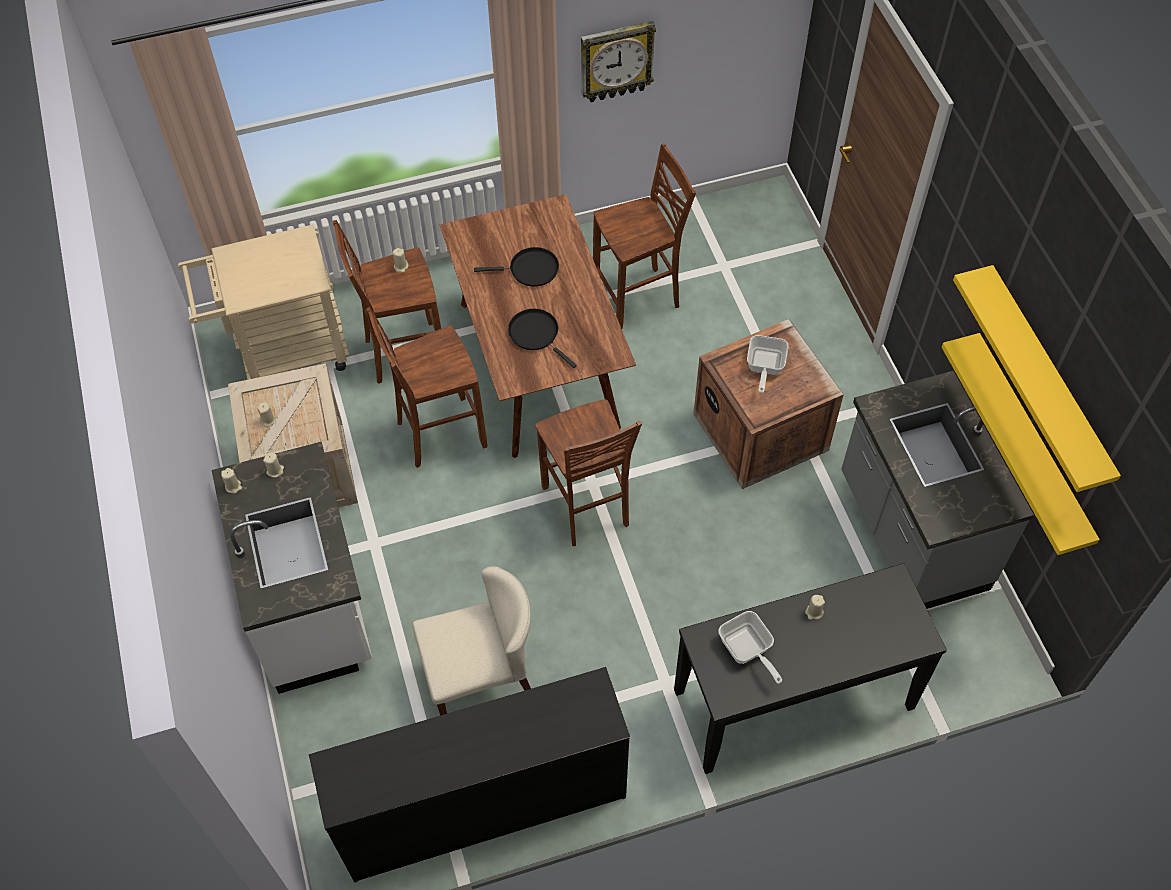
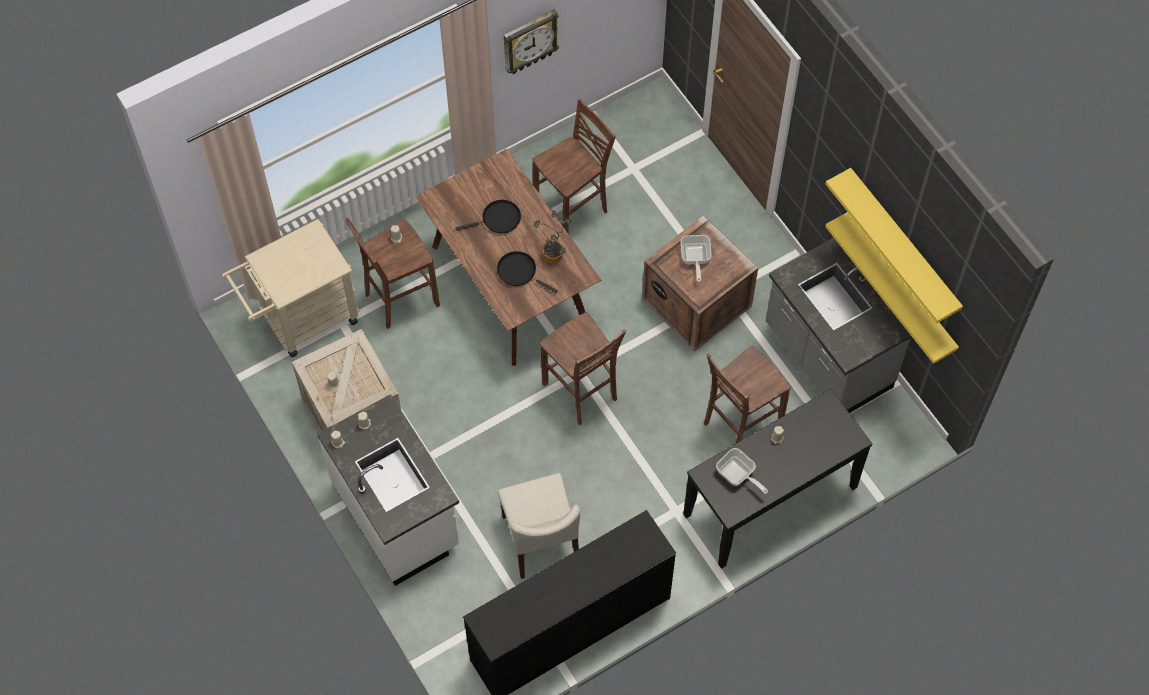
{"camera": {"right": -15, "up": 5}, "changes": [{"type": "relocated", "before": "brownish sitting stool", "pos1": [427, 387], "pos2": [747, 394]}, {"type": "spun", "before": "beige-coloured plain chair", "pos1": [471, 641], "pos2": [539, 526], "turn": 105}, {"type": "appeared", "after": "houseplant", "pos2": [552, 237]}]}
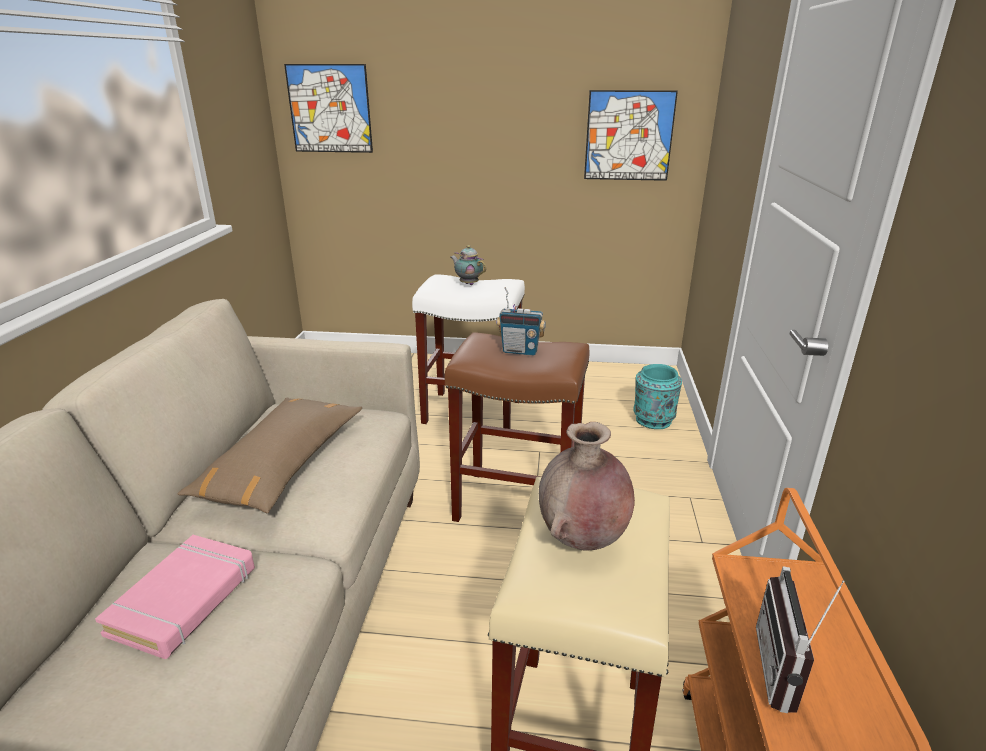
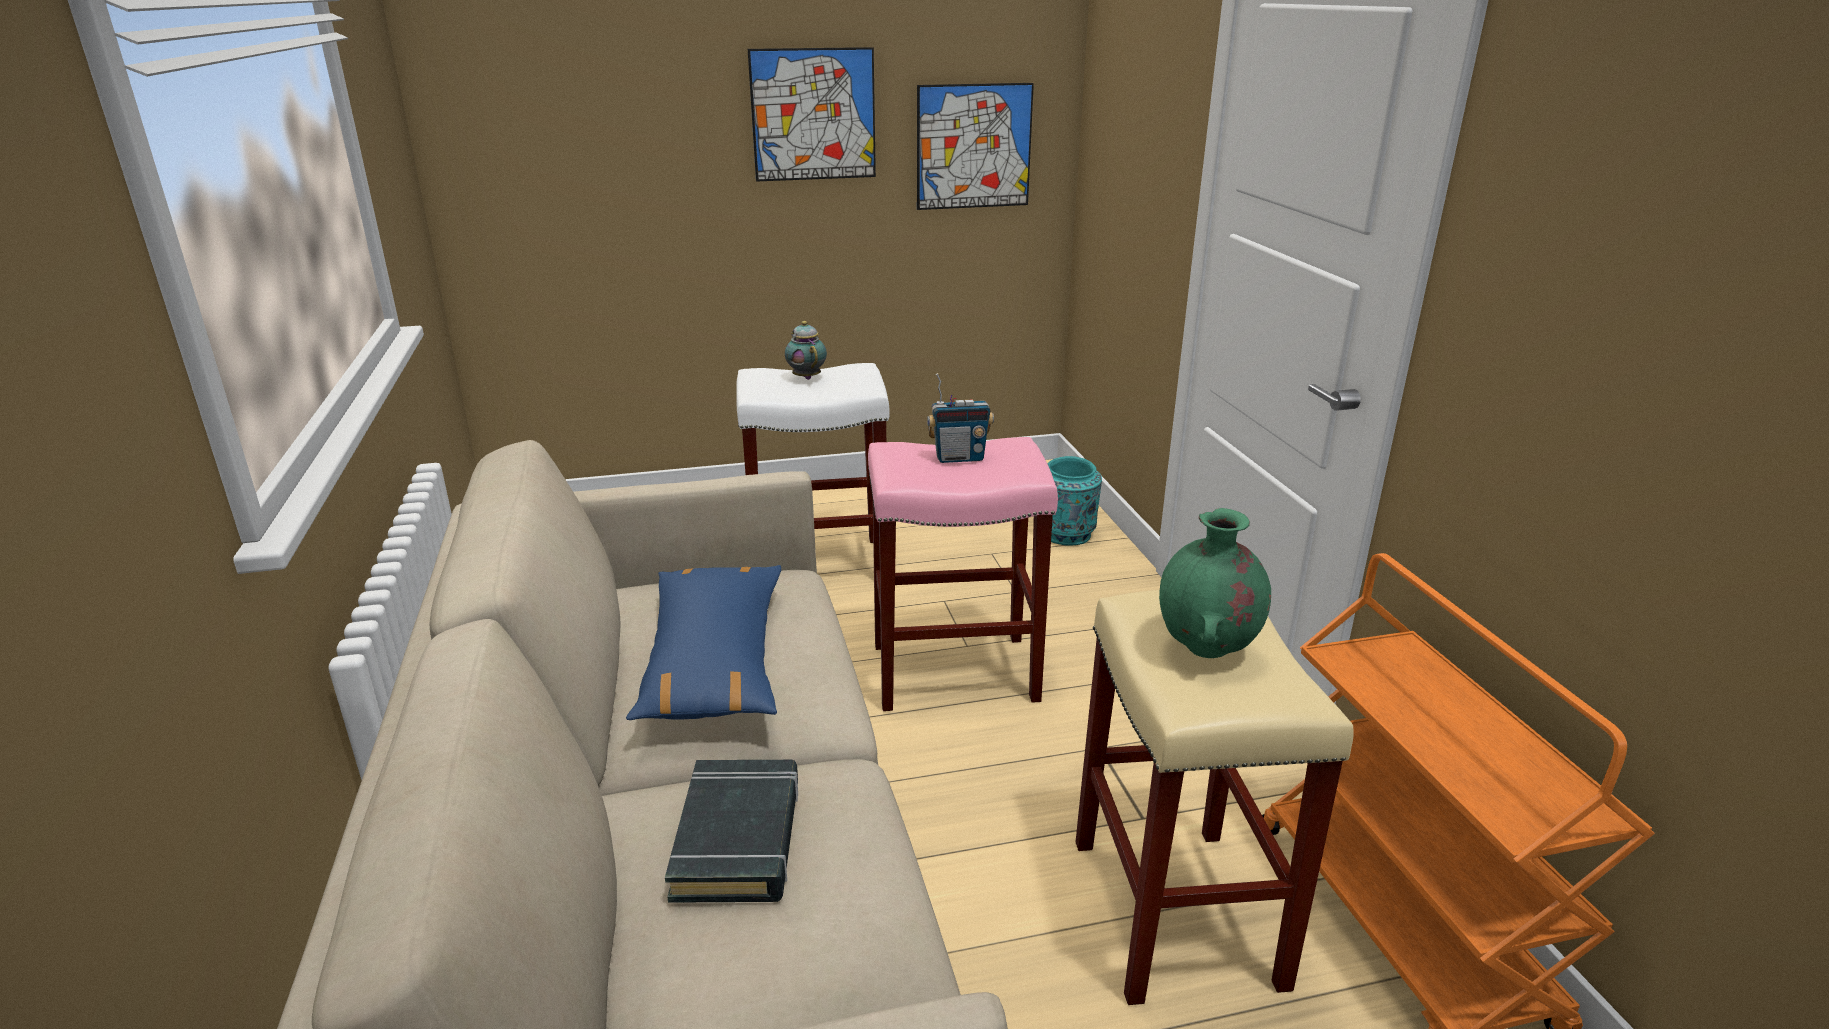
{"camera": {"right": -20, "up": 0}, "changes": [{"type": "colour", "before": "pink-coloured book", "after": "black-coloured book", "pos1": [175, 597], "pos2": [731, 831]}, {"type": "colour", "before": "brownish cushion", "after": "blue cushion", "pos1": [269, 455], "pos2": [703, 642]}, {"type": "relocated", "before": "wall art", "pos1": [328, 108], "pos2": [812, 114]}, {"type": "colour", "before": "brownish sitting stool", "after": "pink-coloured sitting stool", "pos1": [517, 427], "pos2": [963, 574]}, {"type": "spun", "before": "tea pot", "pos1": [468, 265], "pos2": [806, 350], "turn": 45}, {"type": "colour", "before": "brownish flower vase", "after": "green flower vase", "pos1": [587, 486], "pos2": [1215, 583]}, {"type": "missing", "before": "radio set", "pos1": [800, 640]}]}
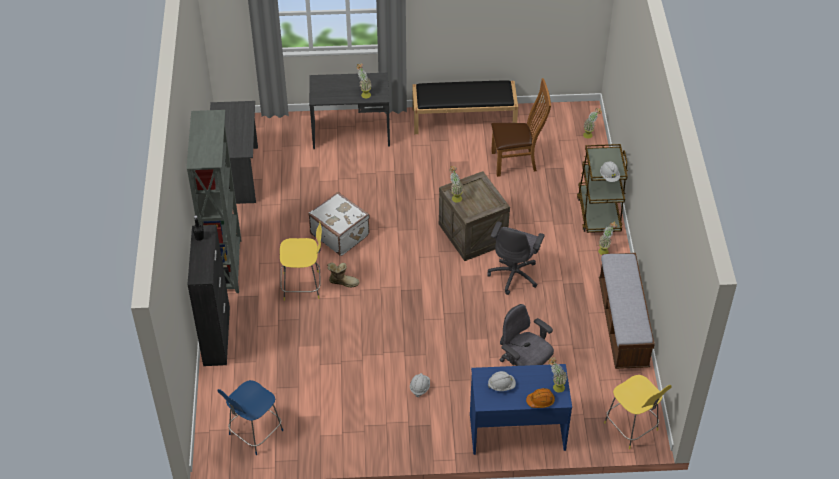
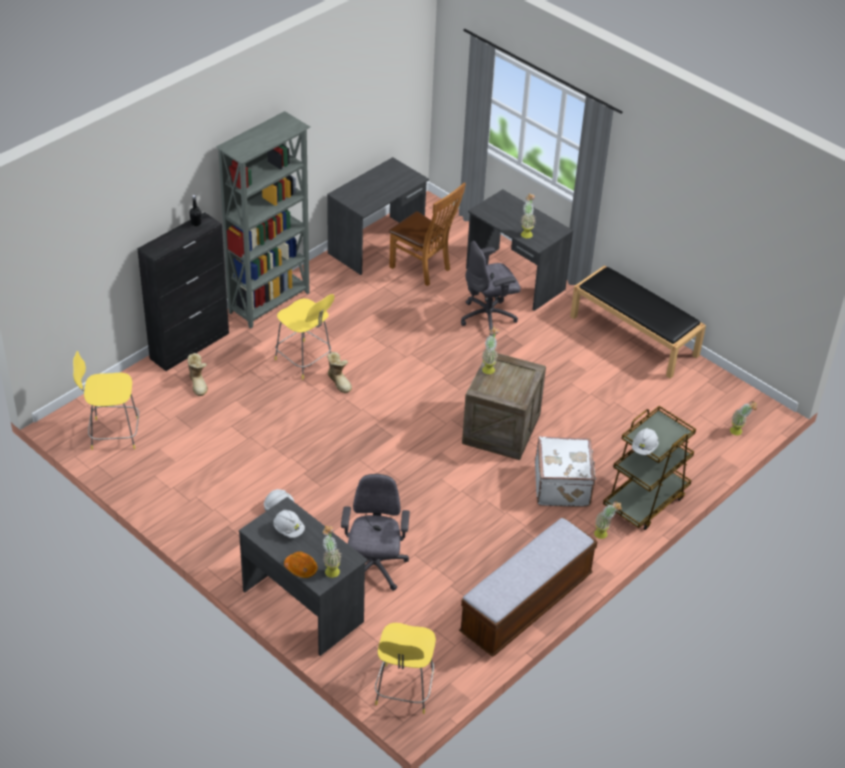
{"camera": {"right": 45, "up": -5}, "changes": [{"type": "colour", "before": "blue sitting stool", "after": "yellow sitting stool", "pos1": [250, 417], "pos2": [106, 400]}, {"type": "relocated", "before": "white-coloured piece of luggage", "pos1": [339, 224], "pos2": [565, 471]}, {"type": "colour", "before": "blue desk", "after": "grey desk", "pos1": [521, 409], "pos2": [303, 576]}, {"type": "relocated", "before": "grey computer chair", "pos1": [516, 258], "pos2": [491, 288]}, {"type": "relocated", "before": "brownish plain chair", "pos1": [521, 127], "pos2": [427, 234]}, {"type": "appeared", "after": "high-top boot", "pos2": [197, 374]}]}
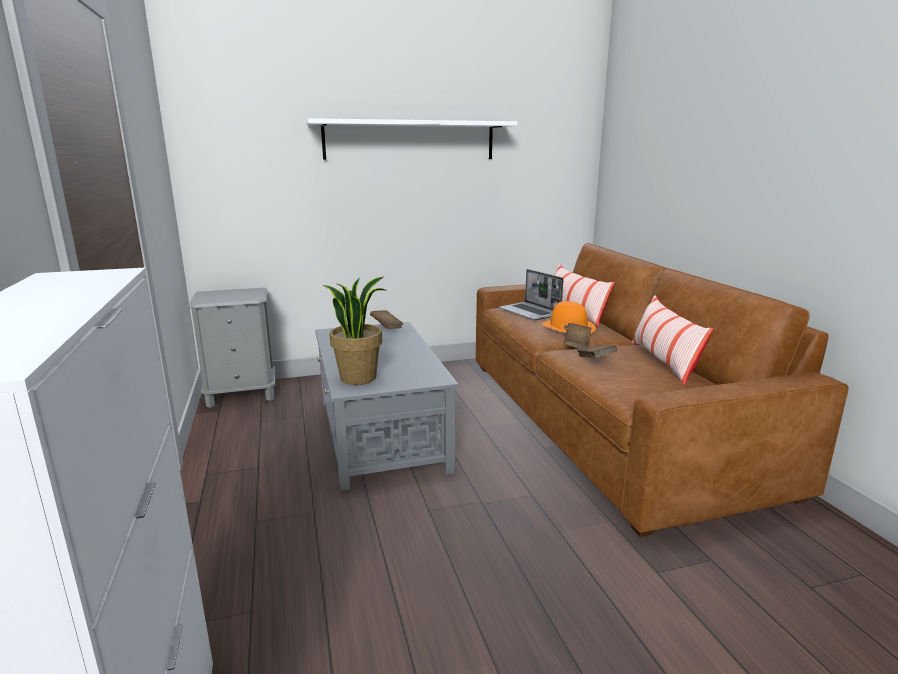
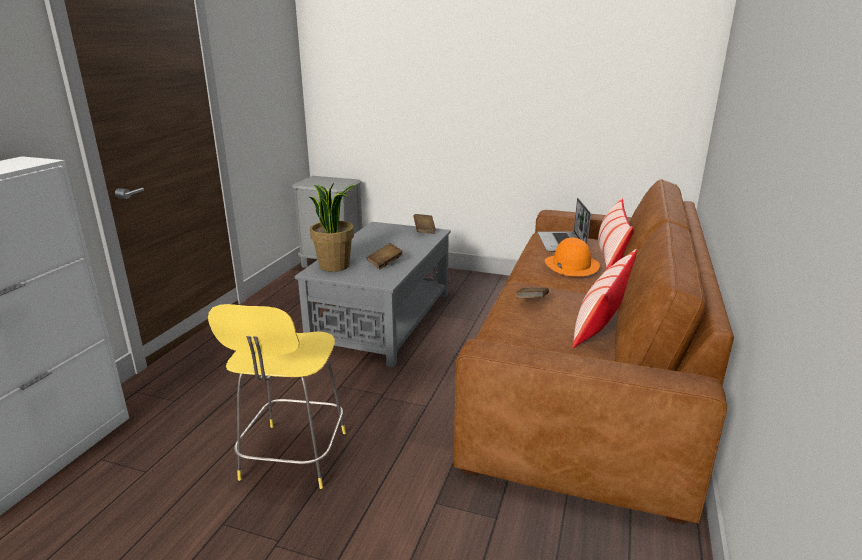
{"camera": {"right": 35, "up": 5}, "changes": [{"type": "missing", "before": "white-coloured bracket shelf", "pos1": [411, 139]}, {"type": "relocated", "before": "brownish book", "pos1": [577, 336], "pos2": [385, 256]}, {"type": "appeared", "after": "yellow sitting stool", "pos2": [277, 396]}]}
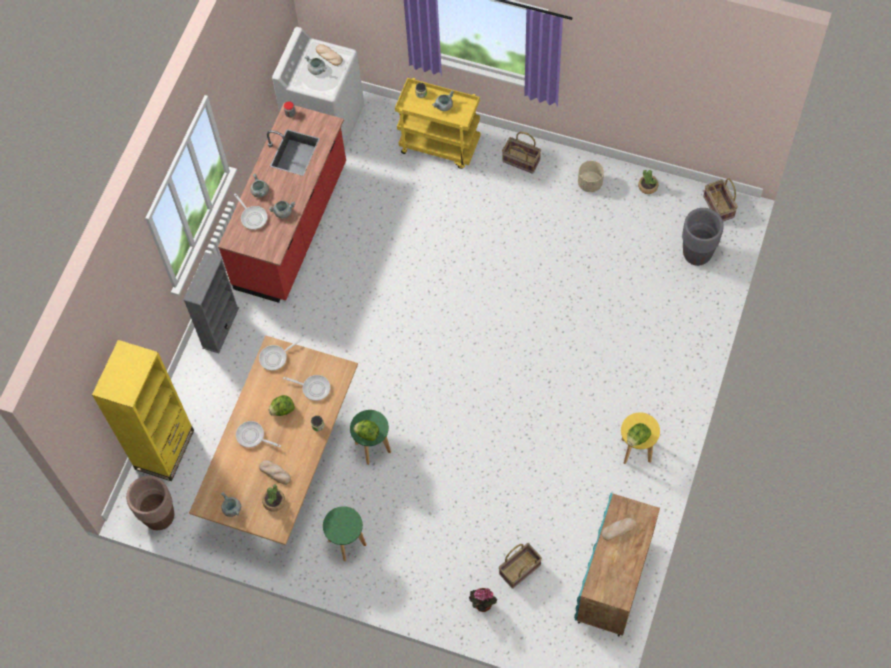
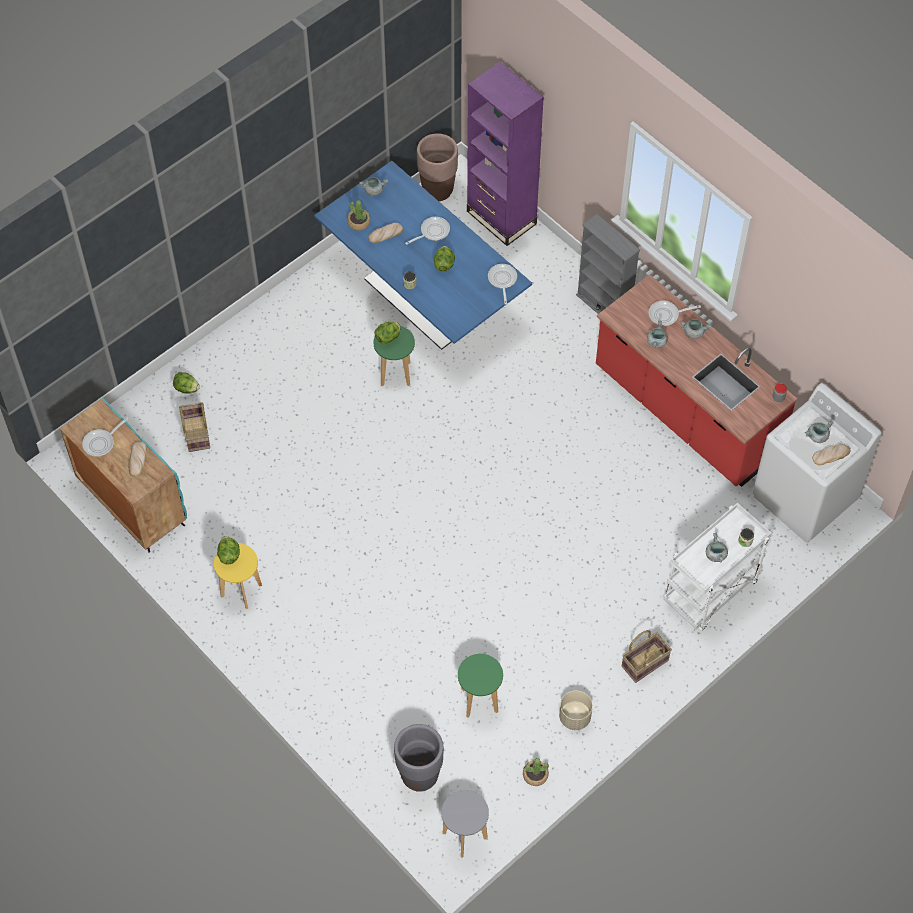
{"camera": {"right": 115, "up": -5}, "changes": [{"type": "colour", "before": "yellow bookcase", "after": "purple bookcase", "pos1": [143, 410], "pos2": [505, 154]}, {"type": "colour", "before": "beige-coloured kitchen table", "after": "blue kitchen table", "pos1": [273, 440], "pos2": [423, 255]}, {"type": "relocated", "before": "pan", "pos1": [306, 388], "pos2": [105, 437]}, {"type": "relocated", "before": "green sitting stool", "pos1": [344, 533], "pos2": [480, 685]}, {"type": "colour", "before": "yellow wheeled cart", "after": "white-coloured wheeled cart", "pos1": [437, 123], "pos2": [717, 566]}, {"type": "exchanged", "before": "houseplant", "after": "lettuce head", "pos1": [483, 600], "pos2": [186, 383]}, {"type": "exchanged", "before": "household basket", "after": "grey sitting stool", "pos1": [720, 199], "pos2": [465, 823]}]}
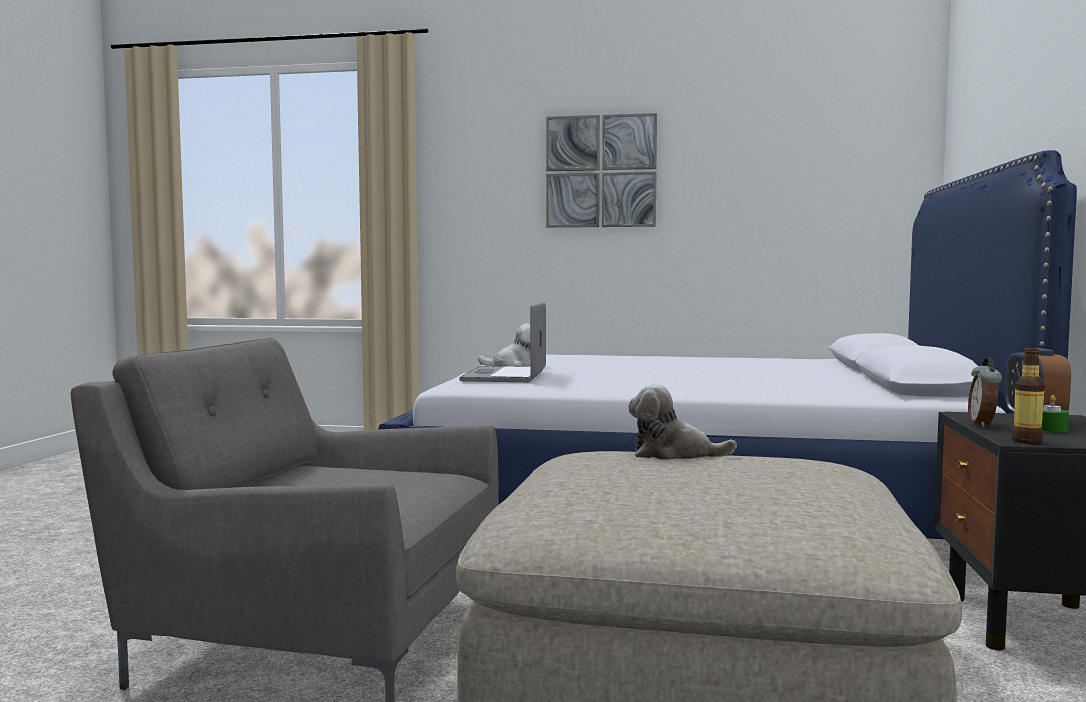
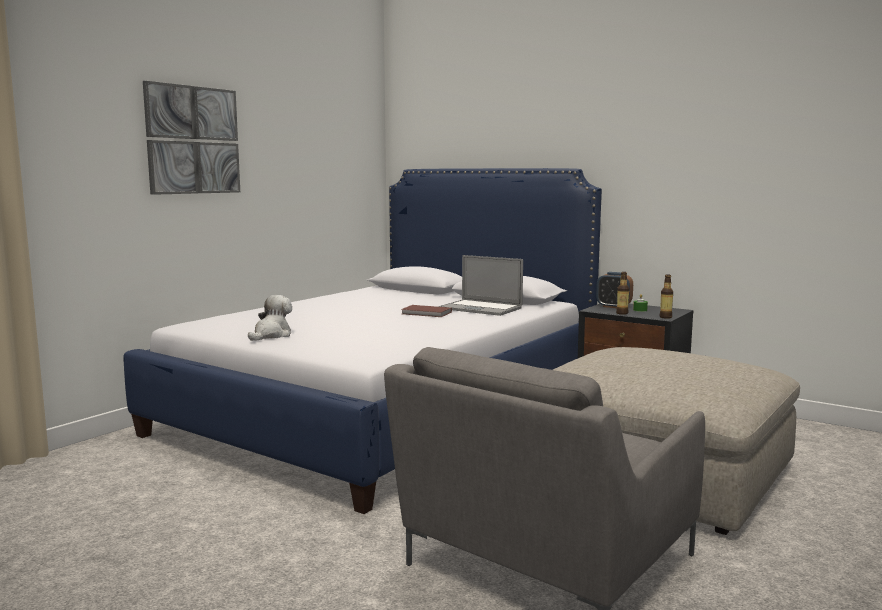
{"camera": {"right": -65, "up": 5}, "changes": [{"type": "relocated", "before": "notebook computer", "pos1": [502, 342], "pos2": [481, 285]}, {"type": "missing", "before": "plush toy", "pos1": [682, 422]}, {"type": "exchanged", "before": "table clock", "after": "bottle", "pos1": [985, 392], "pos2": [622, 293]}, {"type": "appeared", "after": "brownish book", "pos2": [427, 311]}]}
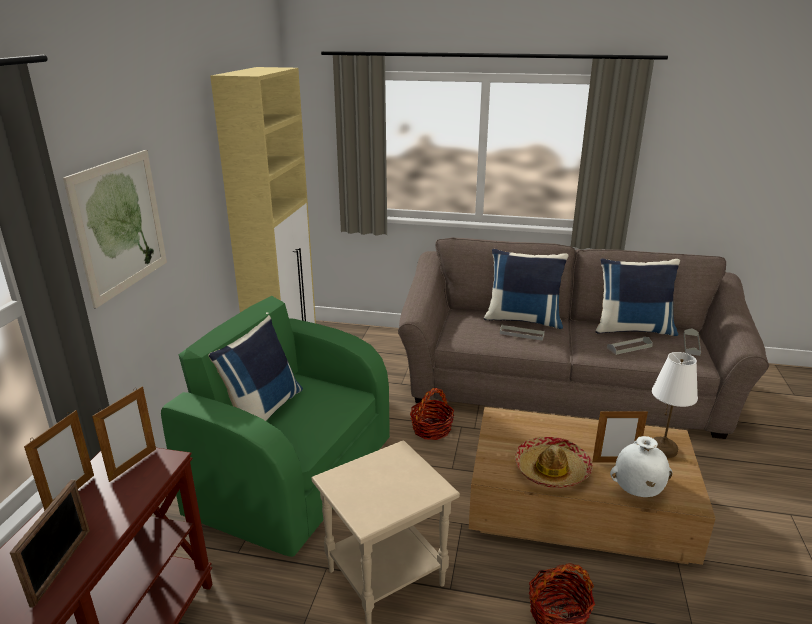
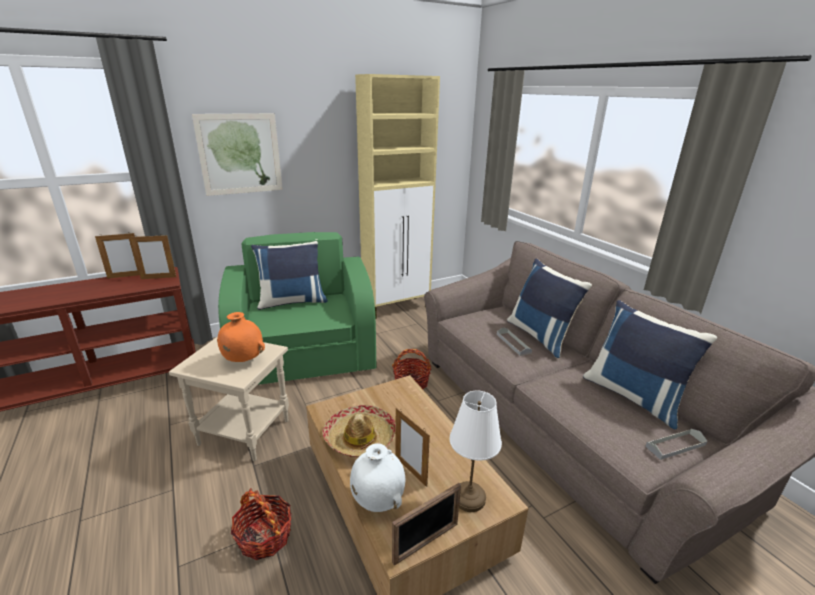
{"camera": {"right": 50, "up": 0}, "changes": [{"type": "relocated", "before": "photo frame", "pos1": [50, 544], "pos2": [426, 524]}, {"type": "missing", "before": "grey carrying tray", "pos1": [630, 346]}, {"type": "appeared", "after": "orange-coloured flower vase", "pos2": [241, 337]}]}
